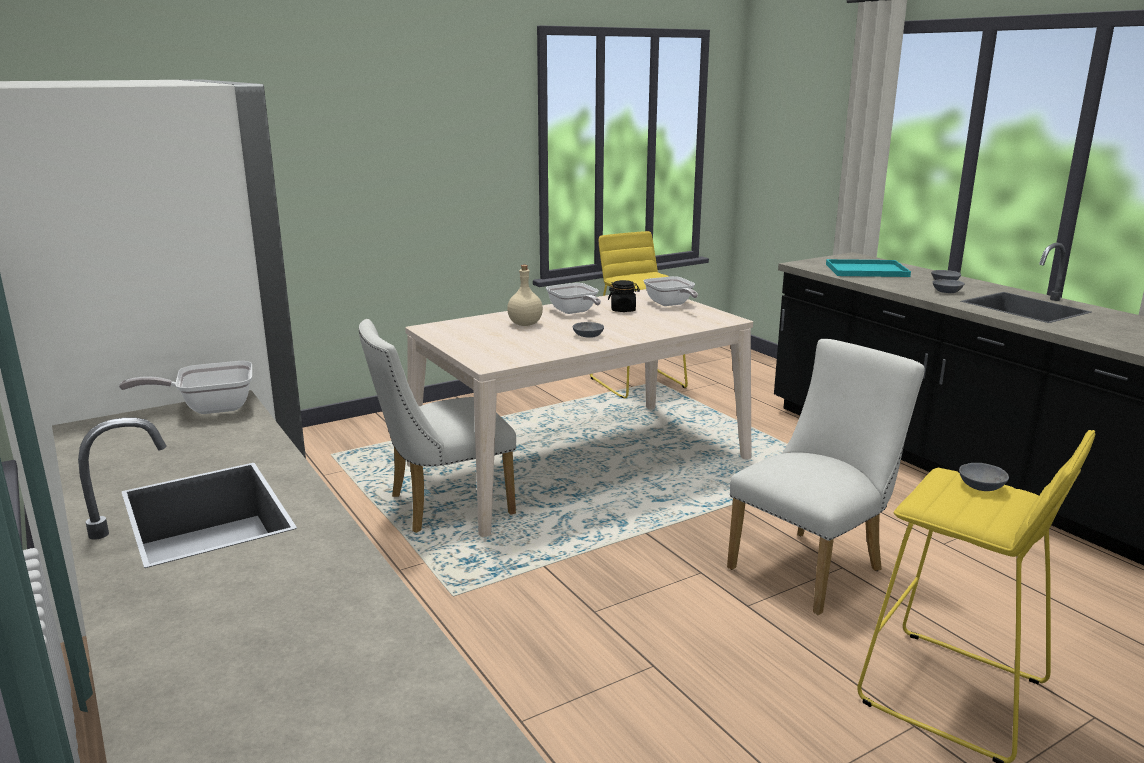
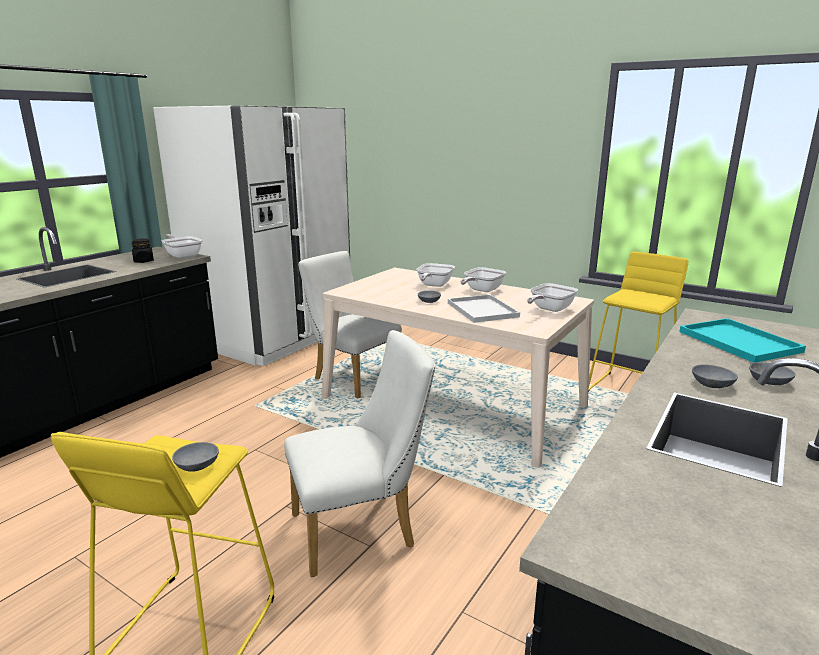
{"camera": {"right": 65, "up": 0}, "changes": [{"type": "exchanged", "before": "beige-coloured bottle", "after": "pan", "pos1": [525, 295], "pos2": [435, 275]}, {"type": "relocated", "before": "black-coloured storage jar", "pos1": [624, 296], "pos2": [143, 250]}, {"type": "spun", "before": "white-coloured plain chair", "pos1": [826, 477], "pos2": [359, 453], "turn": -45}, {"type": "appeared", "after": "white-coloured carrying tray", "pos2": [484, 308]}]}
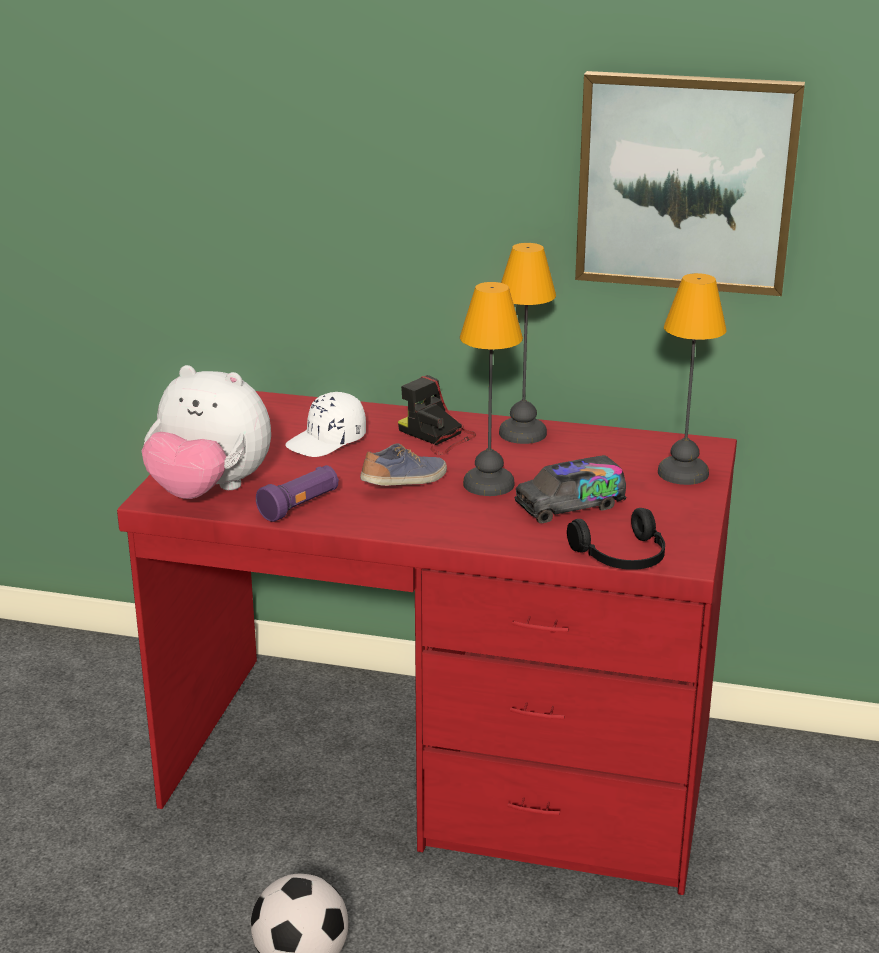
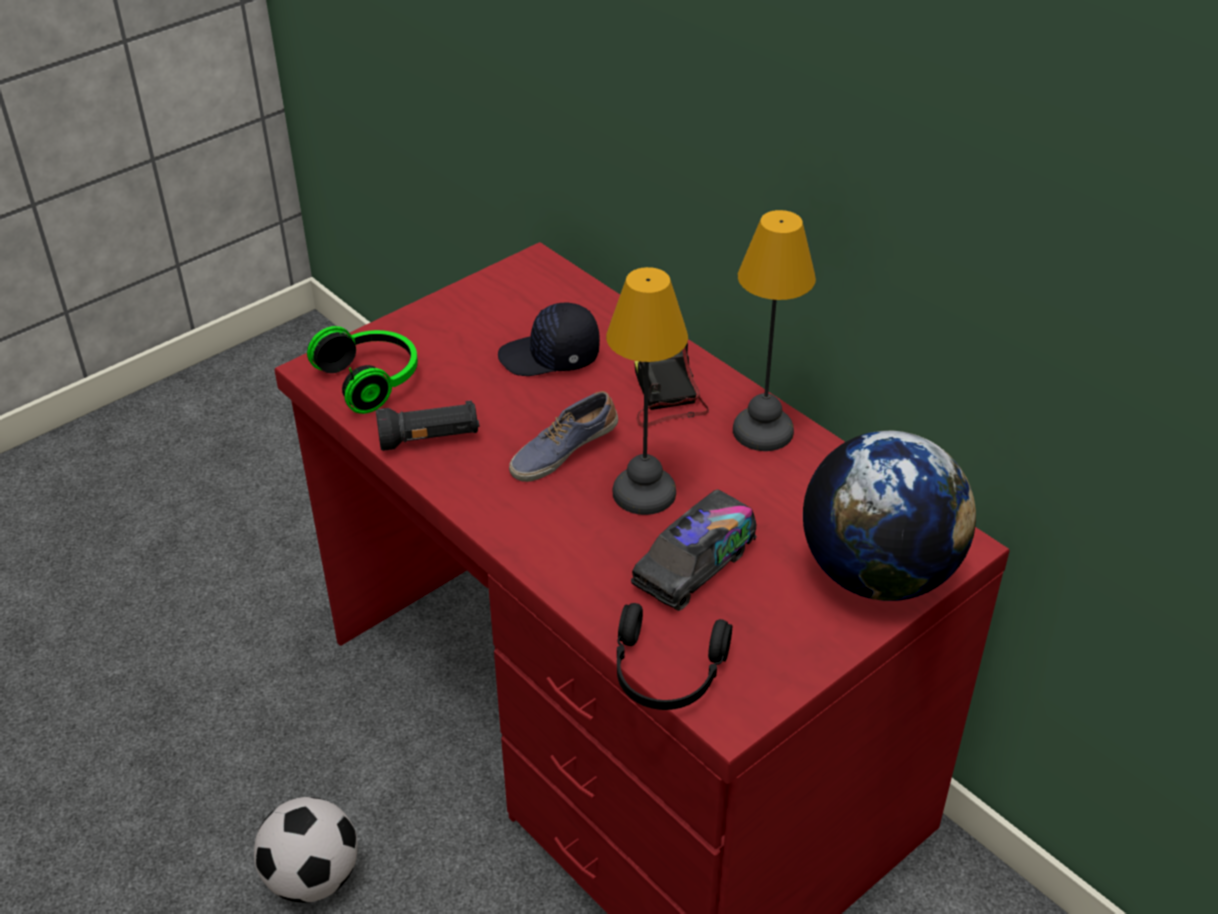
{"camera": {"right": 35, "up": 15}, "changes": [{"type": "exchanged", "before": "plush toy", "after": "pair of headphones", "pos1": [206, 432], "pos2": [362, 370]}, {"type": "colour", "before": "purple torch", "after": "black-coloured torch", "pos1": [297, 493], "pos2": [427, 425]}, {"type": "colour", "before": "white-coloured peaked cap", "after": "black-coloured peaked cap", "pos1": [326, 424], "pos2": [549, 339]}, {"type": "spun", "before": "low shoe", "pos1": [403, 464], "pos2": [563, 436], "turn": 150}, {"type": "spun", "before": "toy lorry", "pos1": [570, 489], "pos2": [693, 550], "turn": -60}, {"type": "missing", "before": "wall art", "pos1": [690, 183]}, {"type": "exchanged", "before": "table lamp", "after": "desk globe", "pos1": [692, 379], "pos2": [889, 516]}]}
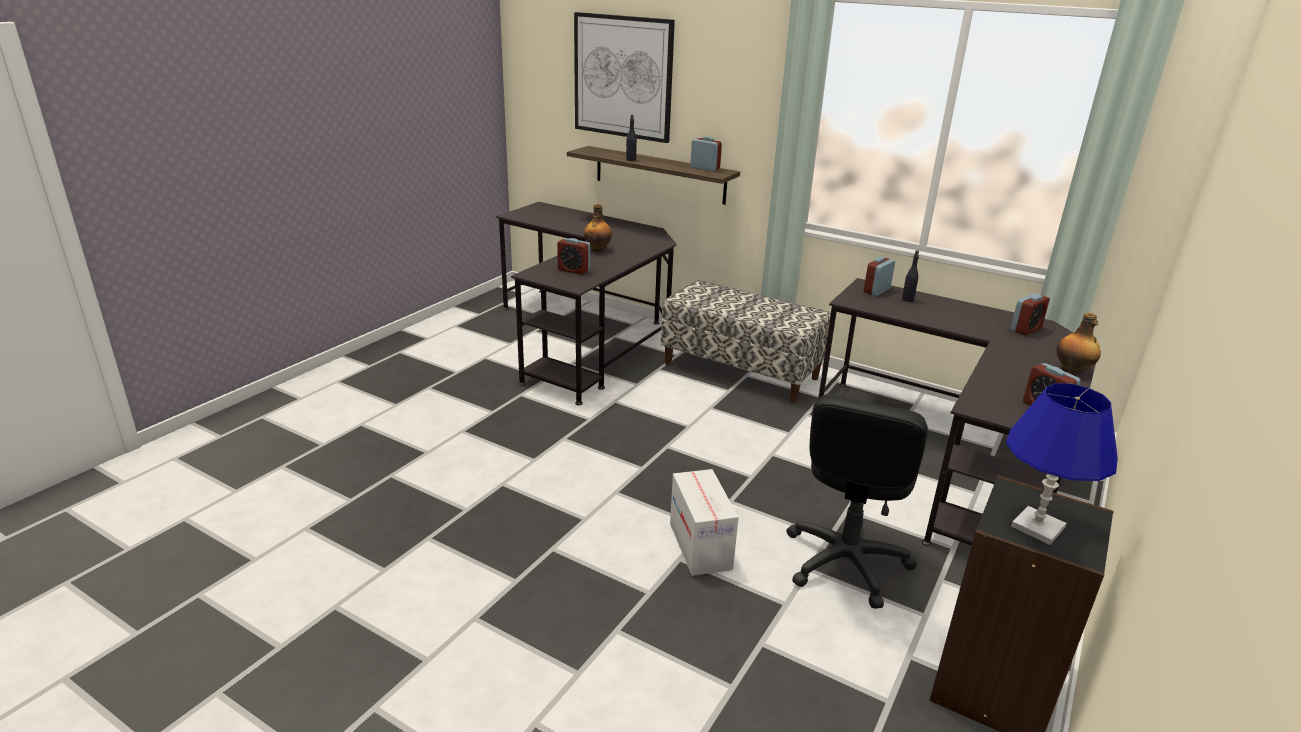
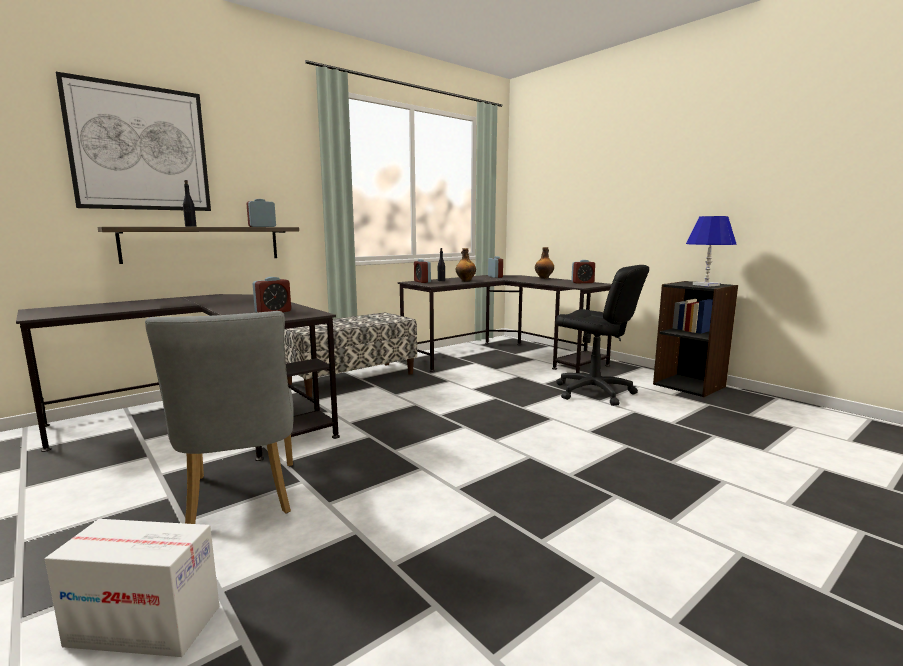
{"camera": {"right": -70, "up": -15}, "changes": [{"type": "relocated", "before": "bottle", "pos1": [598, 228], "pos2": [466, 265]}, {"type": "relocated", "before": "packing box", "pos1": [704, 522], "pos2": [132, 588]}, {"type": "appeared", "after": "grey plain chair", "pos2": [219, 417]}]}
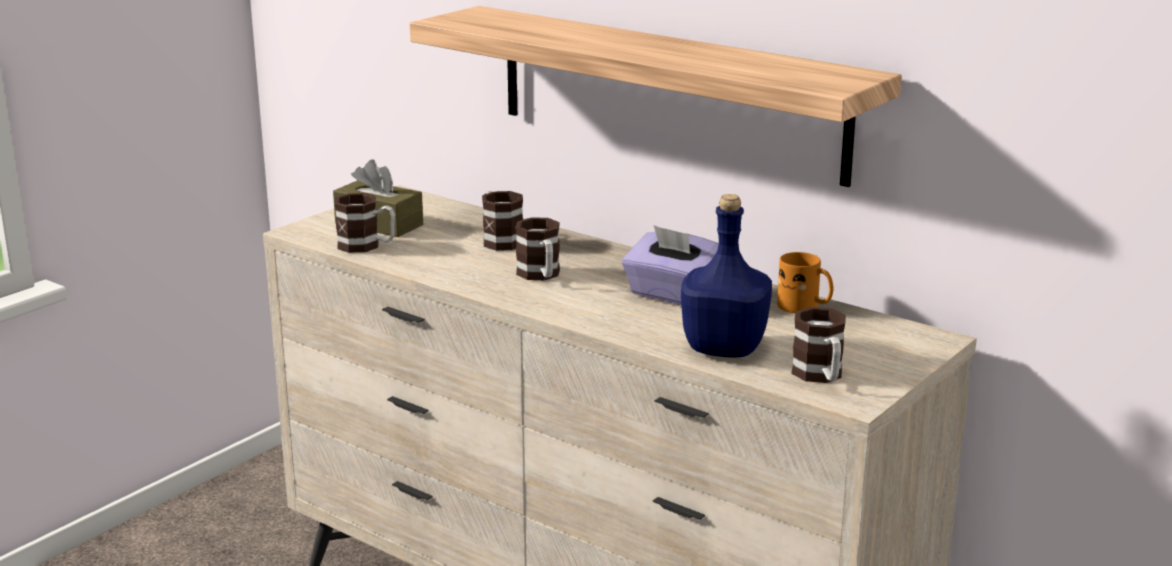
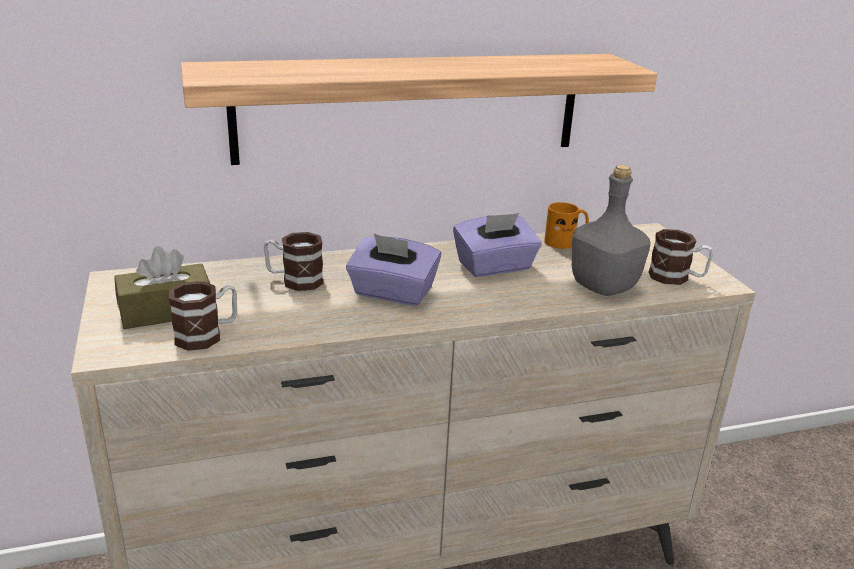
{"camera": {"right": -55, "up": 5}, "changes": [{"type": "exchanged", "before": "tea mug", "after": "purple tissue box", "pos1": [537, 248], "pos2": [393, 270]}, {"type": "colour", "before": "blue bottle", "after": "grey bottle", "pos1": [726, 275], "pos2": [611, 230]}]}
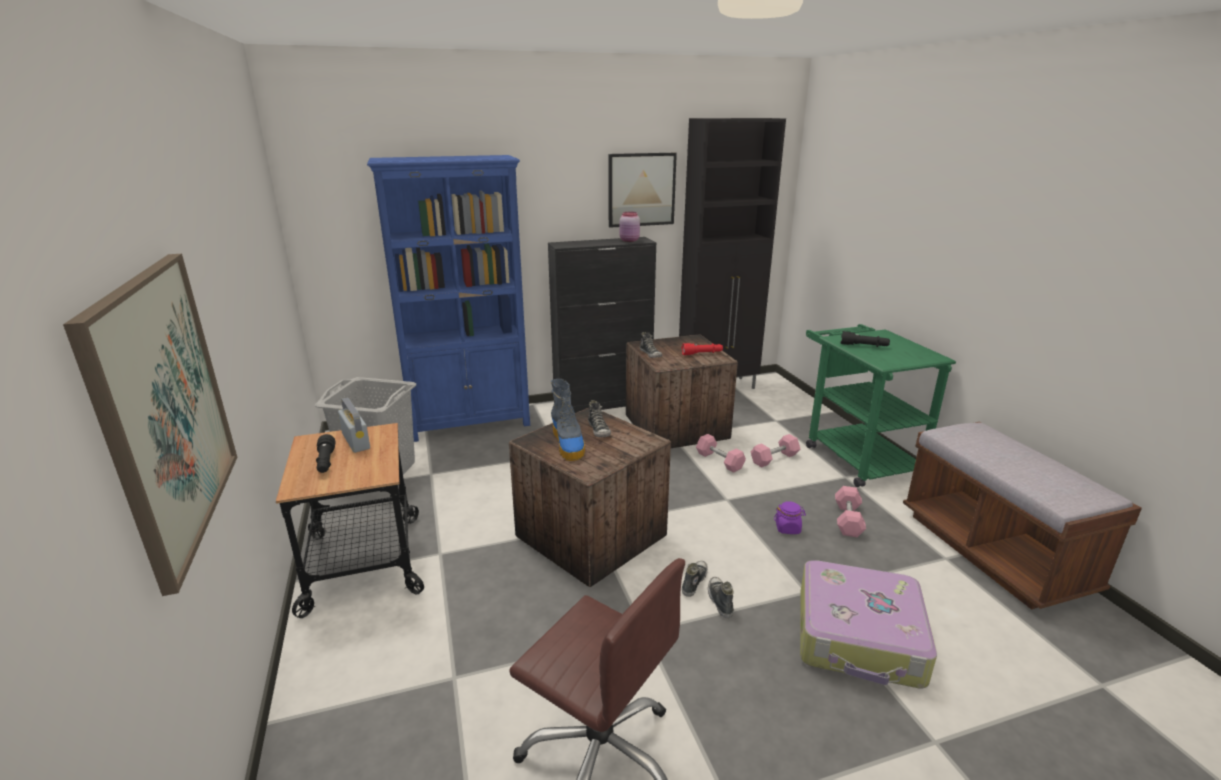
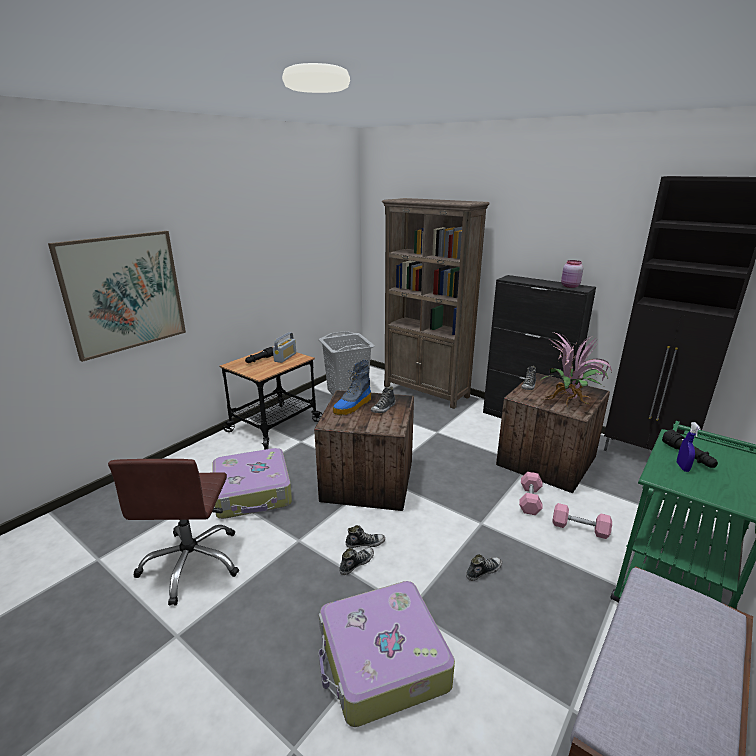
{"camera": {"right": 55, "up": 0}, "changes": [{"type": "colour", "before": "blue bookcase", "after": "brownish bookcase", "pos1": [448, 298], "pos2": [435, 303]}, {"type": "missing", "before": "wall art", "pos1": [643, 190]}, {"type": "exchanged", "before": "reddish torch", "after": "houseplant", "pos1": [702, 349], "pos2": [576, 370]}, {"type": "exchanged", "before": "purple storage jar", "after": "low shoe", "pos1": [790, 517], "pos2": [484, 567]}, {"type": "missing", "before": "pink-coloured hand weight", "pos1": [850, 511]}, {"type": "appeared", "after": "piece of luggage", "pos2": [252, 483]}, {"type": "appeared", "after": "blue sprayer", "pos2": [689, 447]}]}
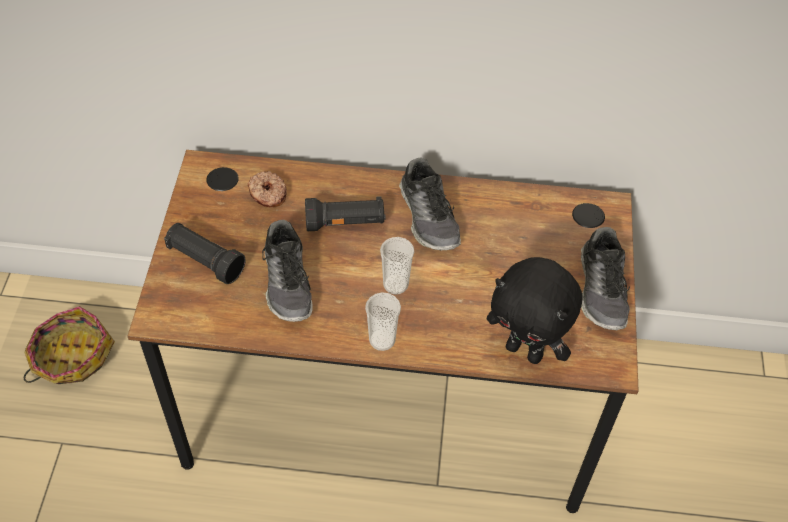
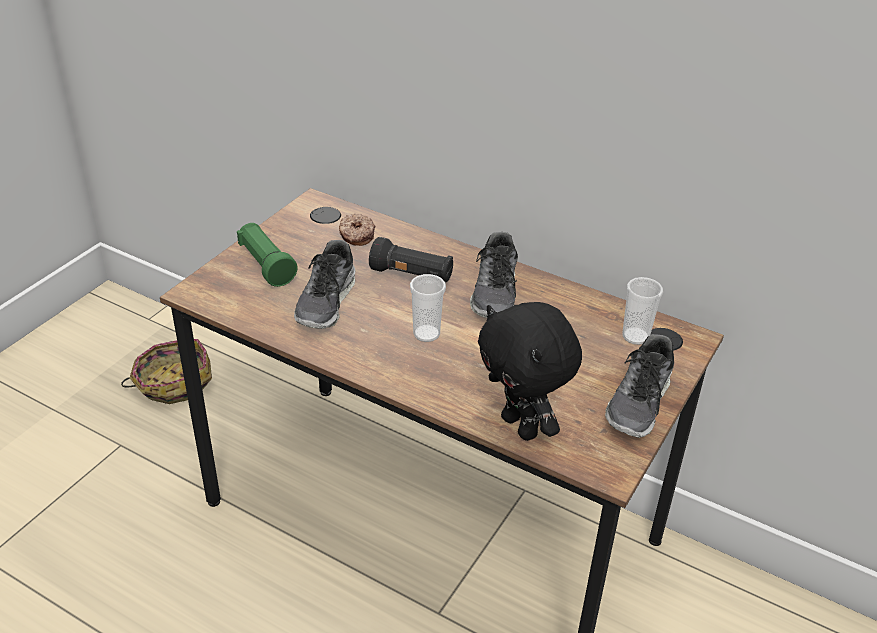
{"camera": {"right": 25, "up": -15}, "changes": [{"type": "colour", "before": "black-coloured torch", "after": "green torch", "pos1": [205, 253], "pos2": [267, 255]}, {"type": "relocated", "before": "small cup", "pos1": [383, 321], "pos2": [642, 311]}]}
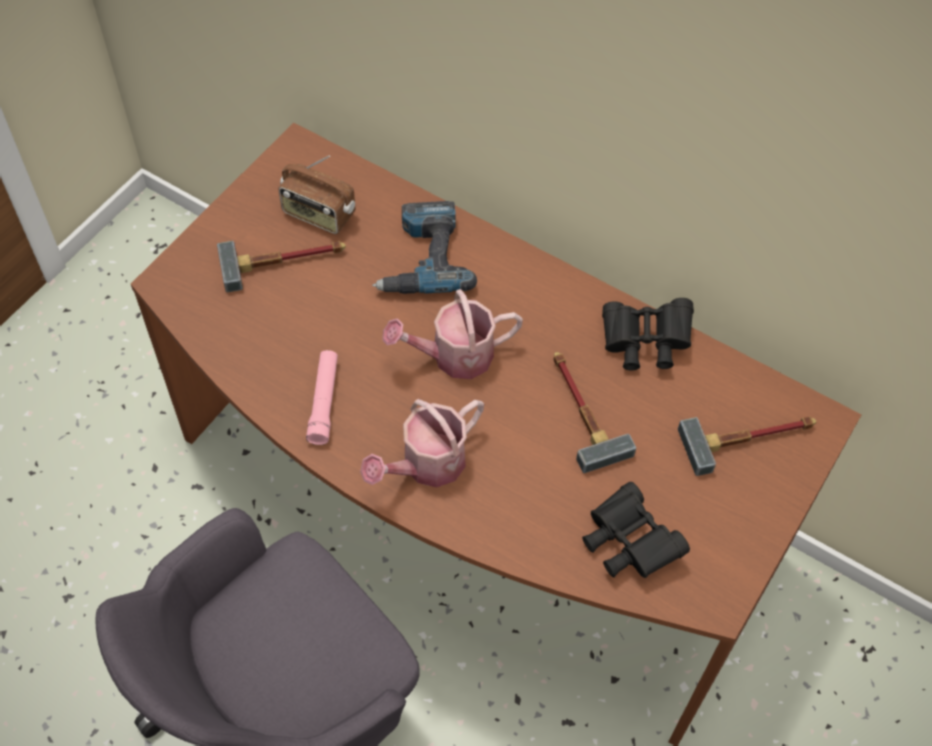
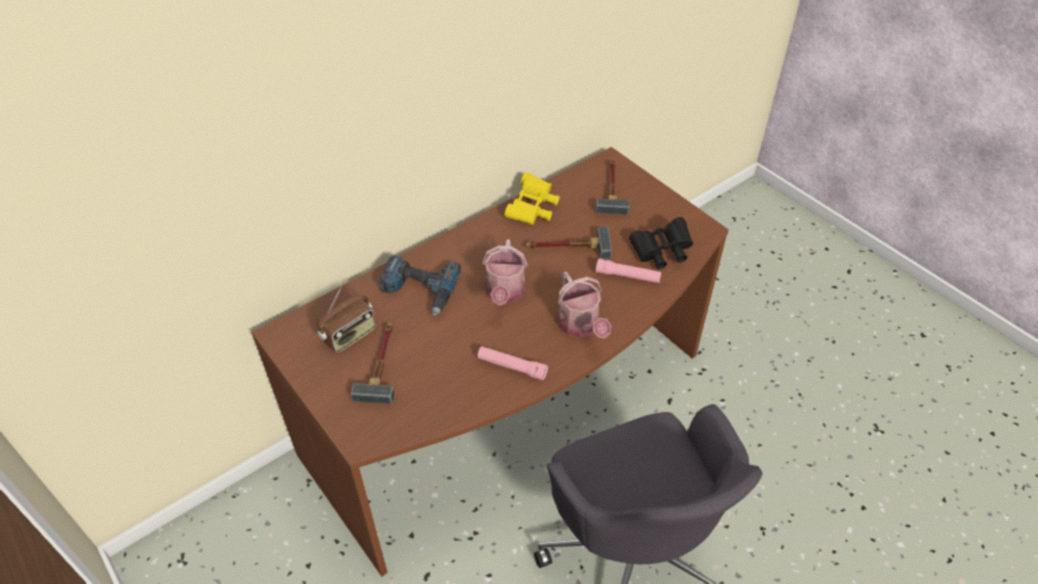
{"camera": {"right": -70, "up": -10}, "changes": [{"type": "colour", "before": "black-coloured pair of binoculars", "after": "yellow pair of binoculars", "pos1": [648, 334], "pos2": [532, 198]}, {"type": "appeared", "after": "pink-coloured torch", "pos2": [628, 270]}]}
